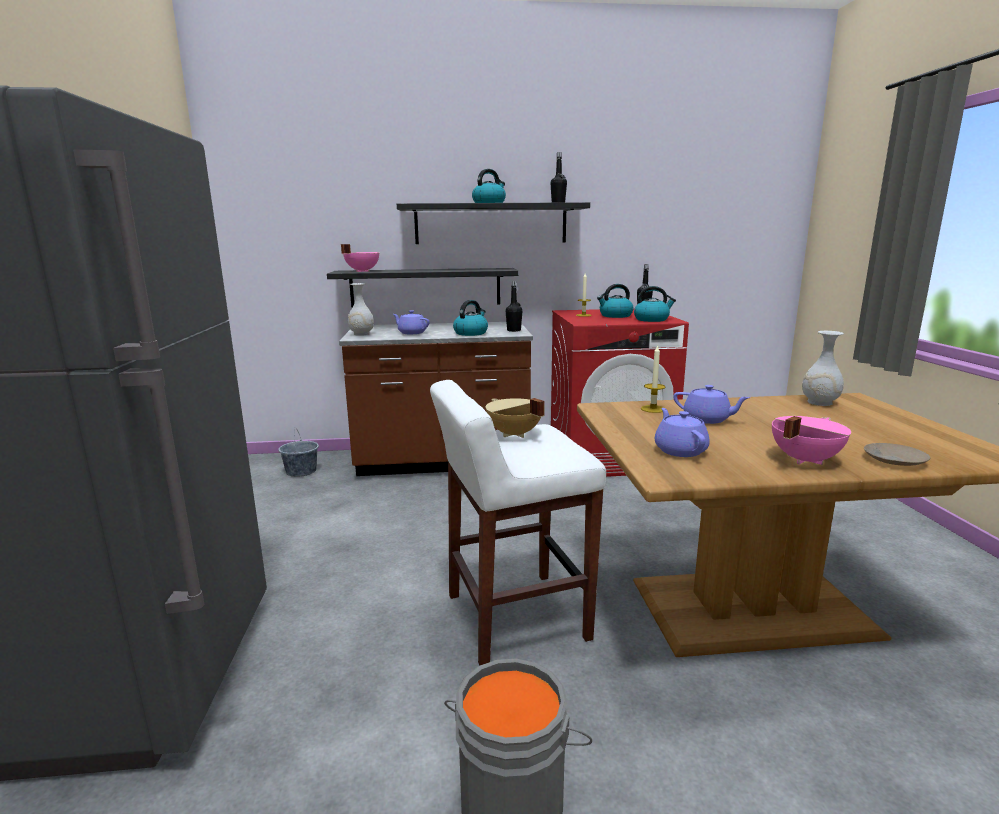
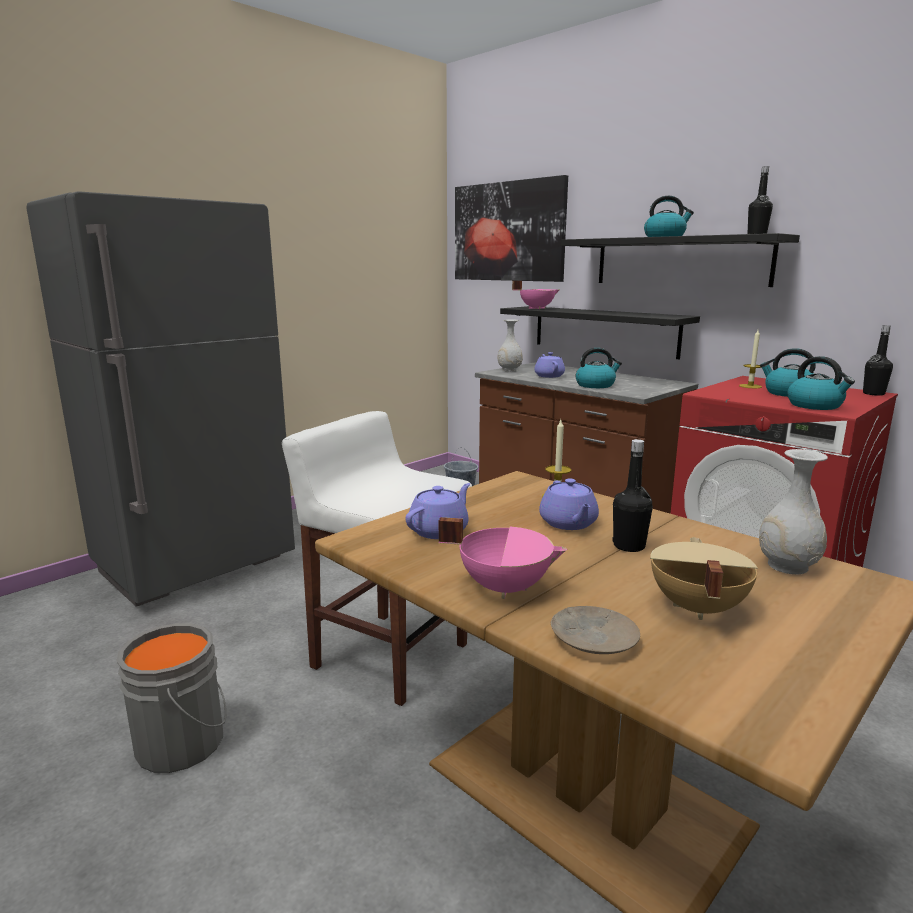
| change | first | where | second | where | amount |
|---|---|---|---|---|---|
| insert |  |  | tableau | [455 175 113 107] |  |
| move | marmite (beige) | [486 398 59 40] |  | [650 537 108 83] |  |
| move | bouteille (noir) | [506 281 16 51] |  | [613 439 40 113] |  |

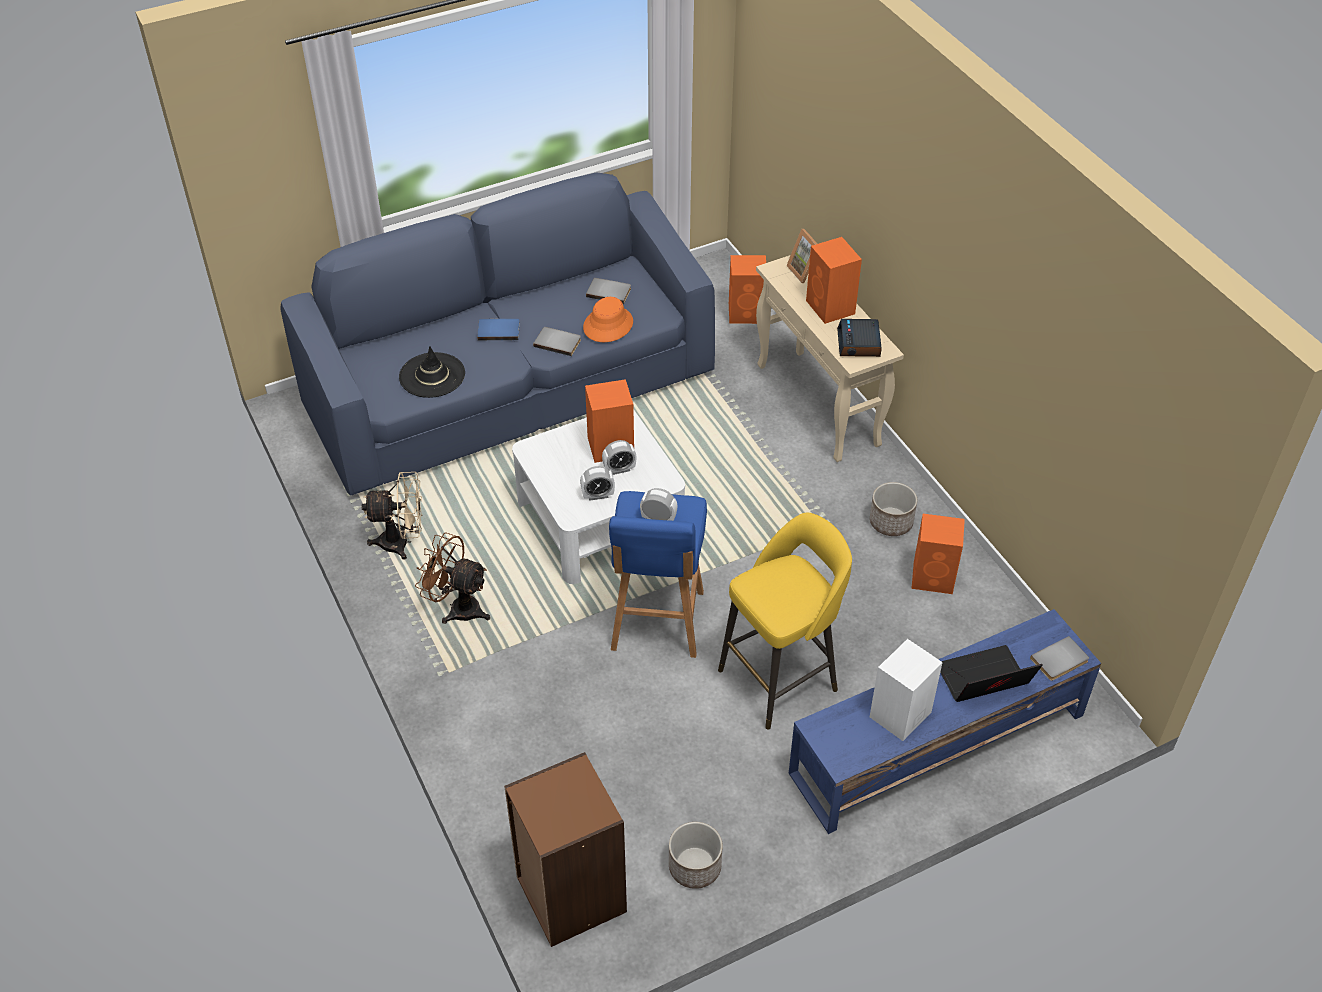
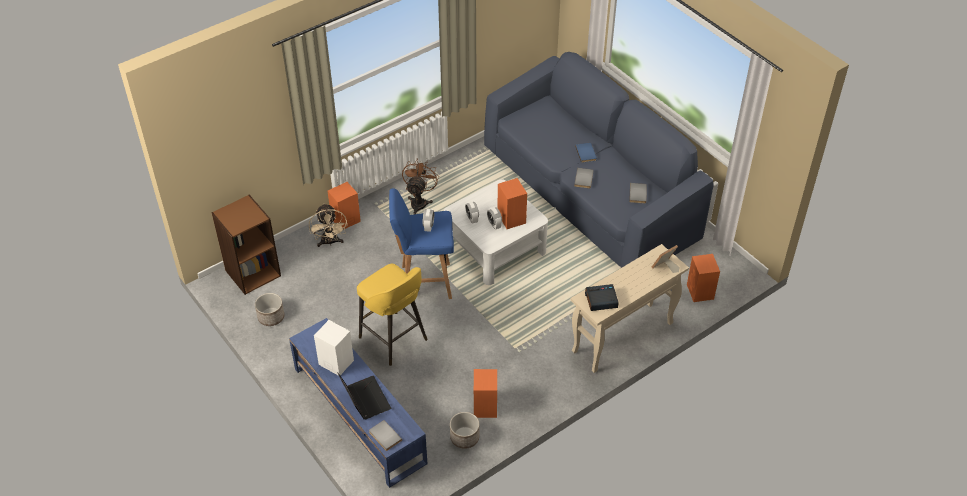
| change | first | where | second | where | amount |
|---|---|---|---|---|---|
| delete | chapeau (noir) | [399 346 66 52] |  |  |  |
| delete | chapeau (orange) | [583 297 50 45] |  |  |  |
| move | ventilateur (beige) | [362 472 60 88] |  | [309 203 38 44] |  |
| move | enceinte (orange) | [806 237 56 87] |  | [327 182 34 48] |  |
| move | cache-pot | [870 482 47 54] |  | [450 412 29 37] |  |

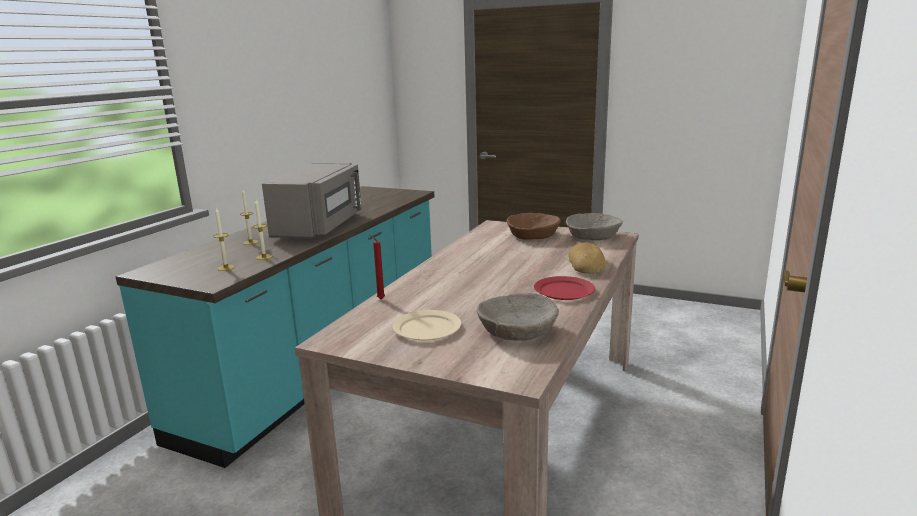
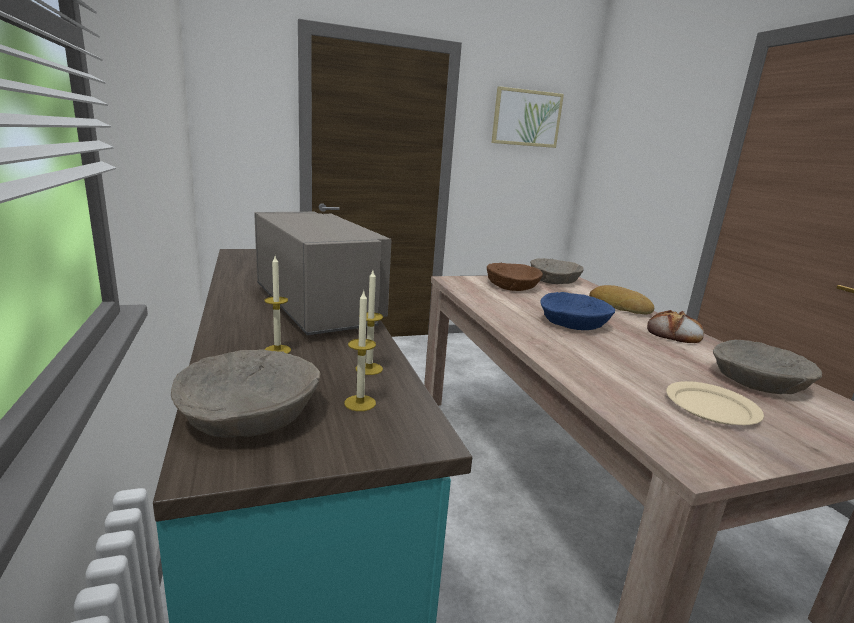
| change | first | where | second | where | amount |
|---|---|---|---|---|---|
| delete | bougie (rouge) | [369 235 16 64] |  |  |  |
| insert |  |  | bol (beige) | [171 349 149 88] |  |
| insert |  |  | tableau | [491 86 73 62] |  |
| insert |  |  | bol (bleu) | [540 292 75 38] |  |
| replace | assiette (rouge) | [534 276 61 24] | pain | [647 310 57 33] |  |

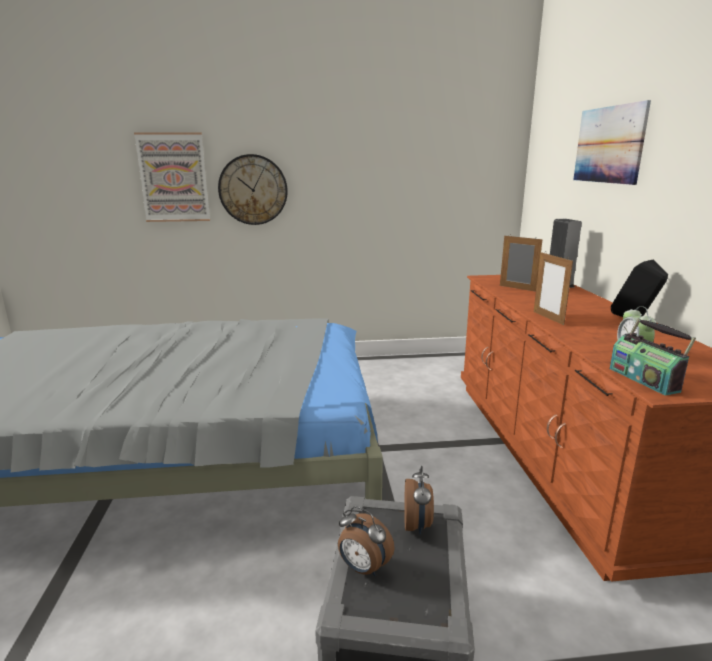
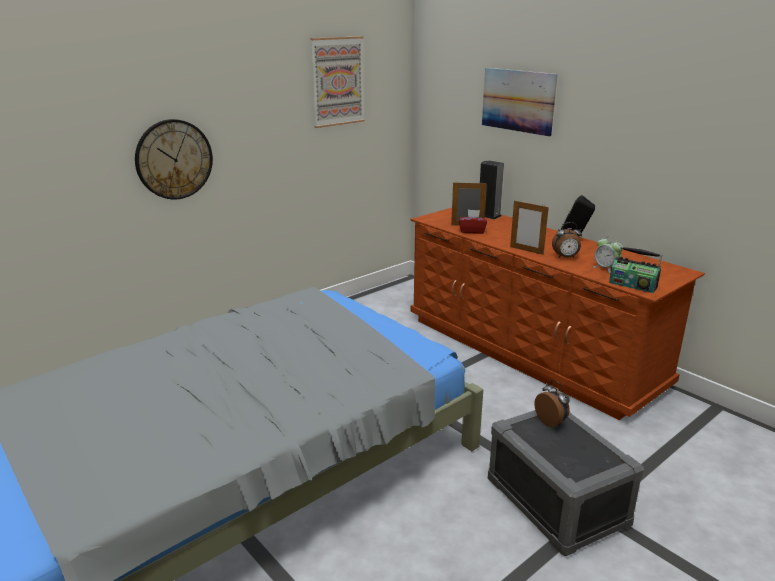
| change | first | where | second | where | amount |
|---|---|---|---|---|---|
| insert |  |  | boîte à mouchoirs (rouge) | [459 210 28 24] |  |
| move | tableau | [134 132 76 90] |  | [310 36 55 92] |  |
| move | réveil | [338 506 57 70] |  | [552 222 30 36] |  |

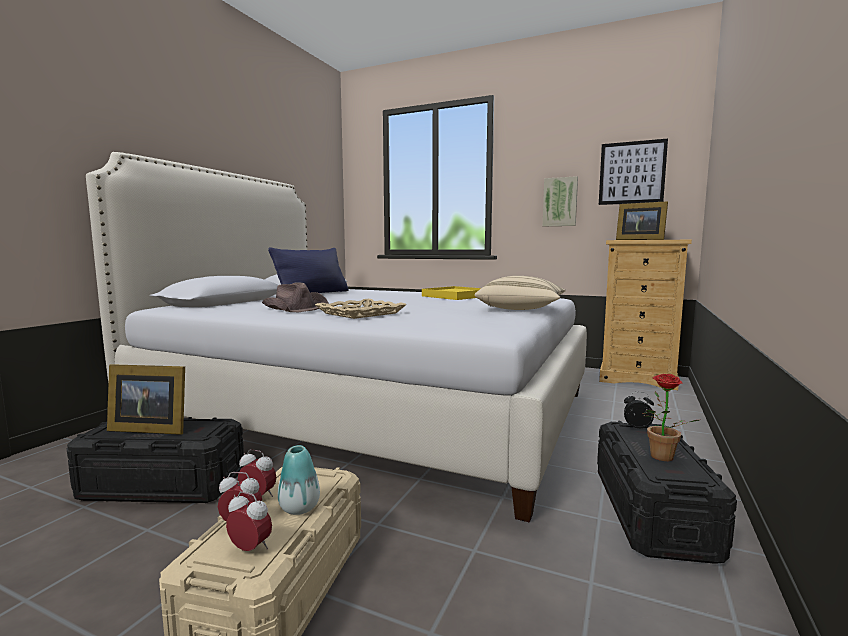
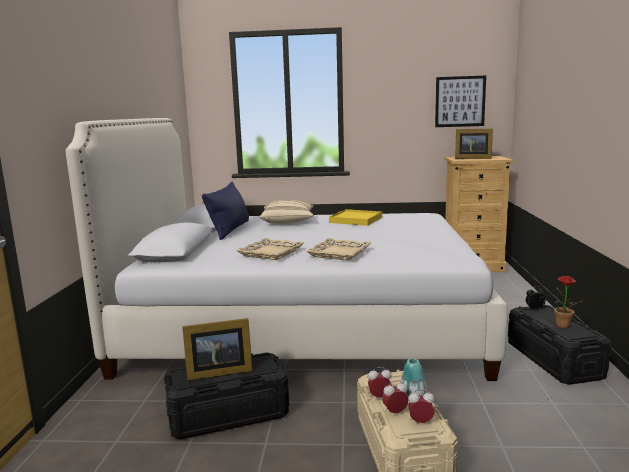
| change | first | where | second | where | amount |
|---|---|---|---|---|---|
| delete | tableau | [543 176 35 50] |  |  |  |
| move | coussin (beige) | [475 276 91 34] |  | [260 200 54 24] |  |
| replace | chapeau (marron) | [262 282 67 31] | plateau (beige) | [236 238 69 22] |  |

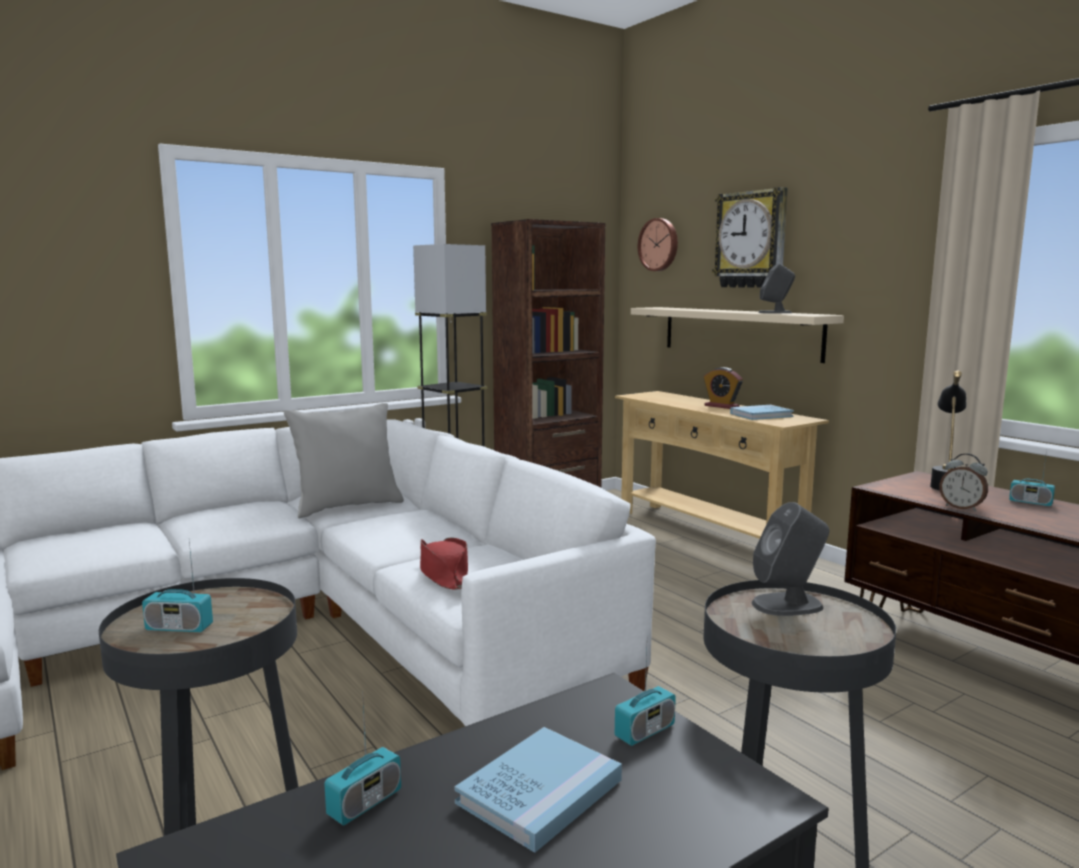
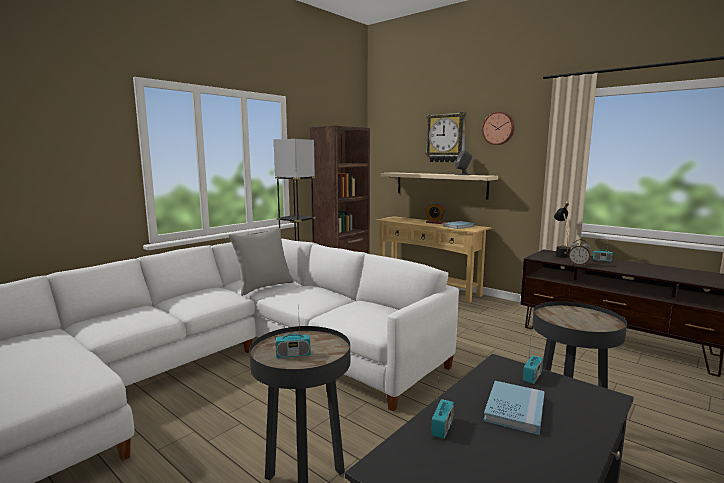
| change | first | where | second | where | amount |
|---|---|---|---|---|---|
| delete | chapeau (rouge) | [420 538 48 52] |  |  |  |
| delete | enceinte (gris) | [752 502 77 114] |  |  |  |
| move | horloge murale | [638 218 40 53] |  | [482 112 33 33] |  |

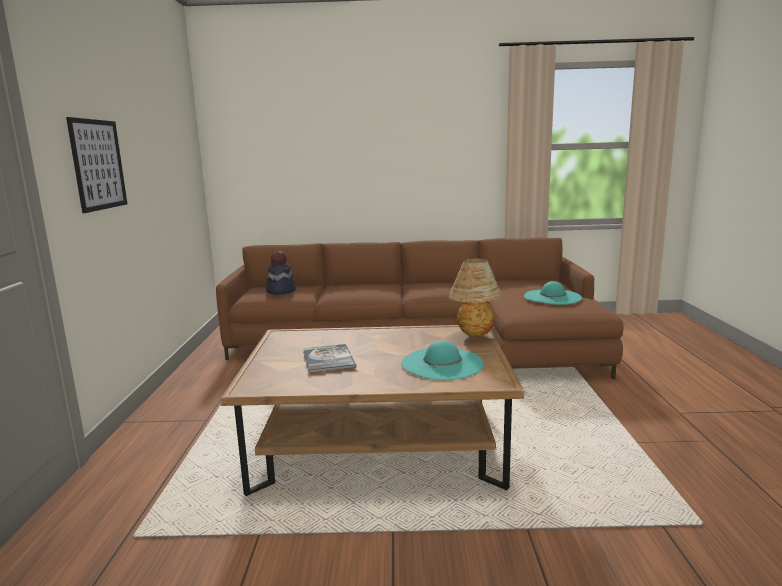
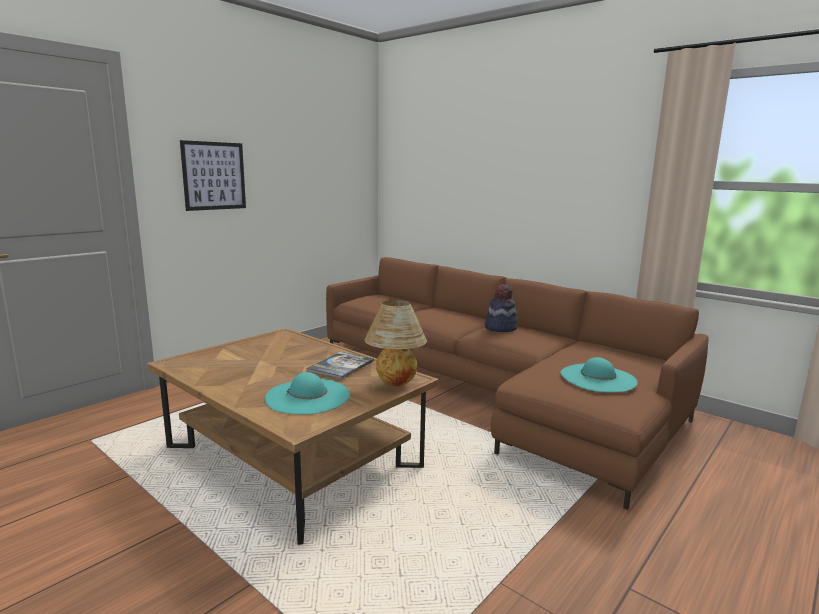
| change | first | where | second | where | amount |
|---|---|---|---|---|---|
| move | chapeau | [266 251 30 44] |  | [485 284 33 48] |  |
| move | livre | [303 344 53 29] |  | [306 352 68 27] |  |

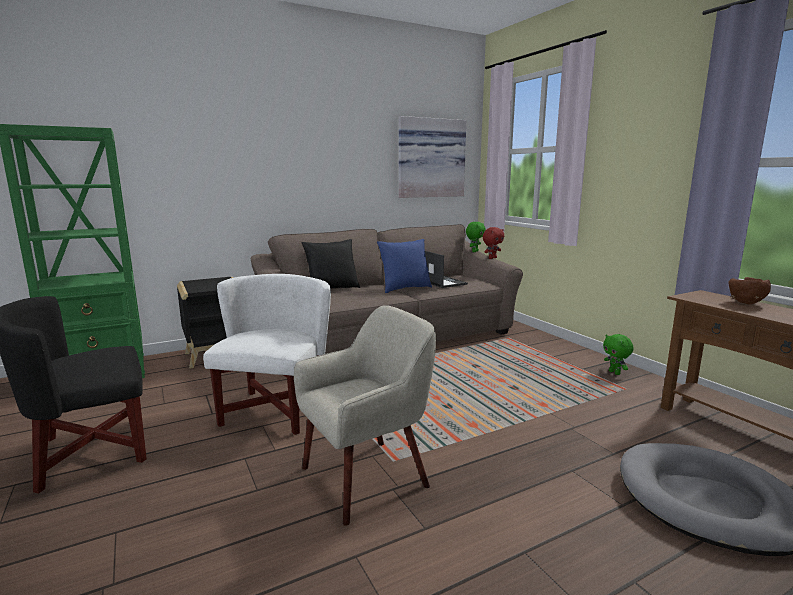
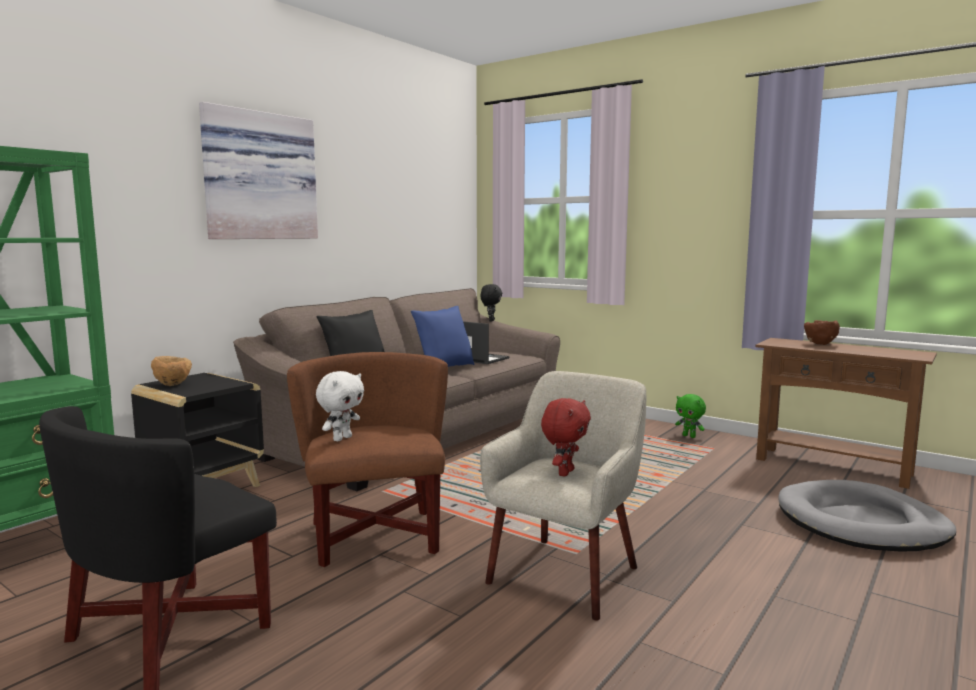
| change | first | where | second | where | amount |
|---|---|---|---|---|---|
| insert |  |  | bol (marron) | [151 356 41 30] |  |
| insert |  |  | peluche (blanc) | [316 371 48 70] |  |
| move | tableau | [399 116 68 82] |  | [199 102 119 137] |  |
| move | peluche (rouge) | [483 227 21 32] |  | [541 398 50 79] |  |
| recolor | fauteuil (blanc) | [203 274 128 161] | fauteuil (marron) | [287 352 161 215] |  |
| recolor | peluche (vert) | [466 222 20 30] | peluche (noir) | [481 284 21 38] |  |

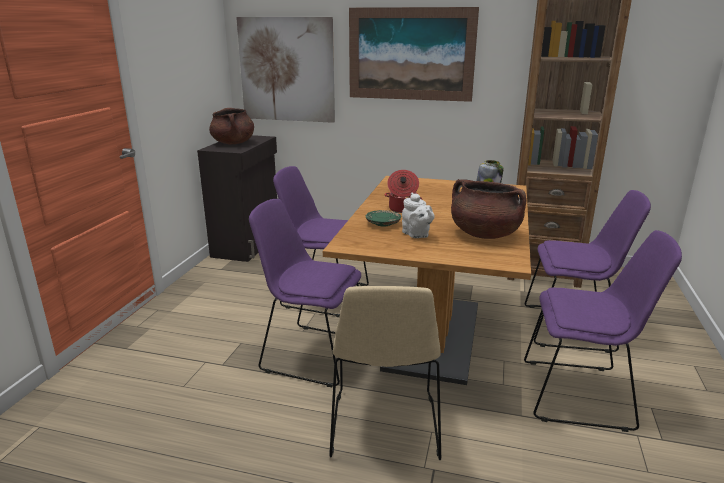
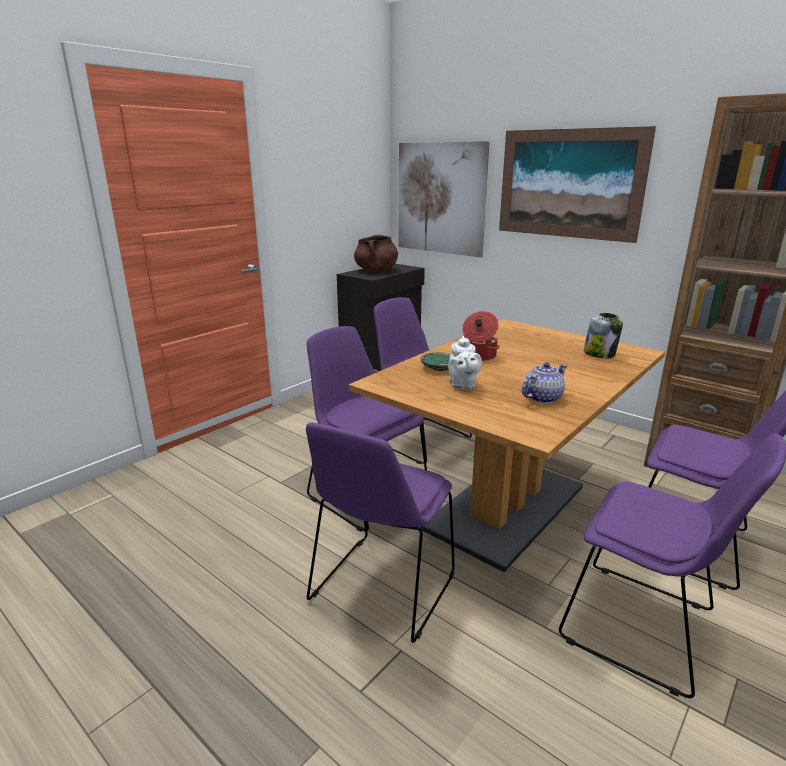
| change | first | where | second | where | amount |
|---|---|---|---|---|---|
| replace | marmite (marron) | [451 179 76 60] | théière | [522 362 45 41] |  |
| recolor | chaise (beige) | [330 286 111 174] | chaise (violet) | [306 422 149 221] |  |

